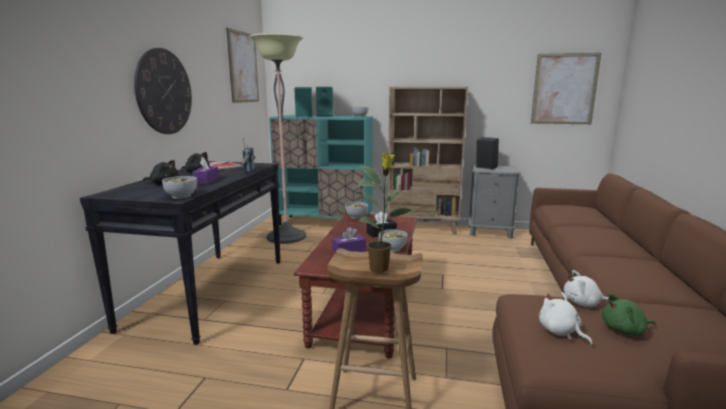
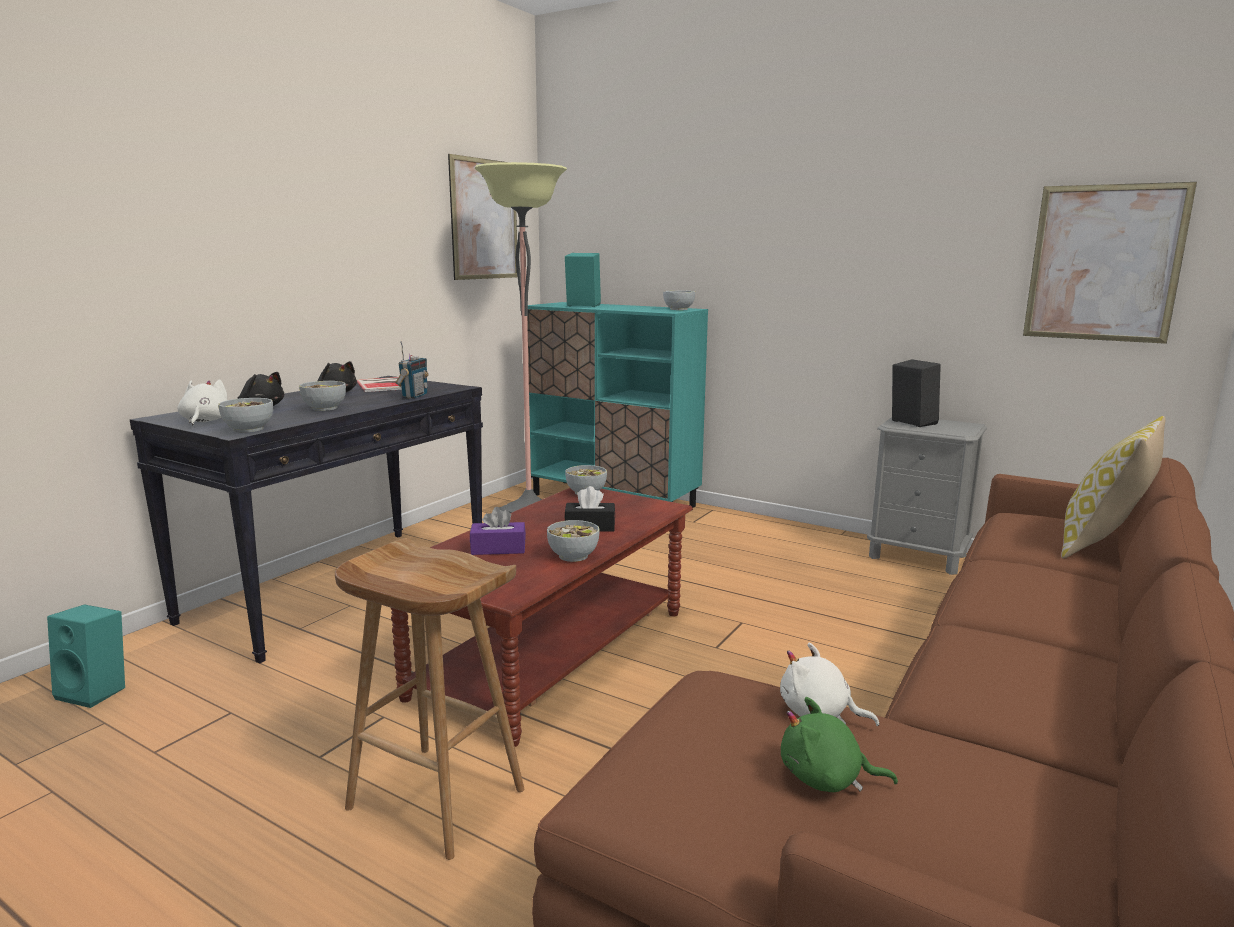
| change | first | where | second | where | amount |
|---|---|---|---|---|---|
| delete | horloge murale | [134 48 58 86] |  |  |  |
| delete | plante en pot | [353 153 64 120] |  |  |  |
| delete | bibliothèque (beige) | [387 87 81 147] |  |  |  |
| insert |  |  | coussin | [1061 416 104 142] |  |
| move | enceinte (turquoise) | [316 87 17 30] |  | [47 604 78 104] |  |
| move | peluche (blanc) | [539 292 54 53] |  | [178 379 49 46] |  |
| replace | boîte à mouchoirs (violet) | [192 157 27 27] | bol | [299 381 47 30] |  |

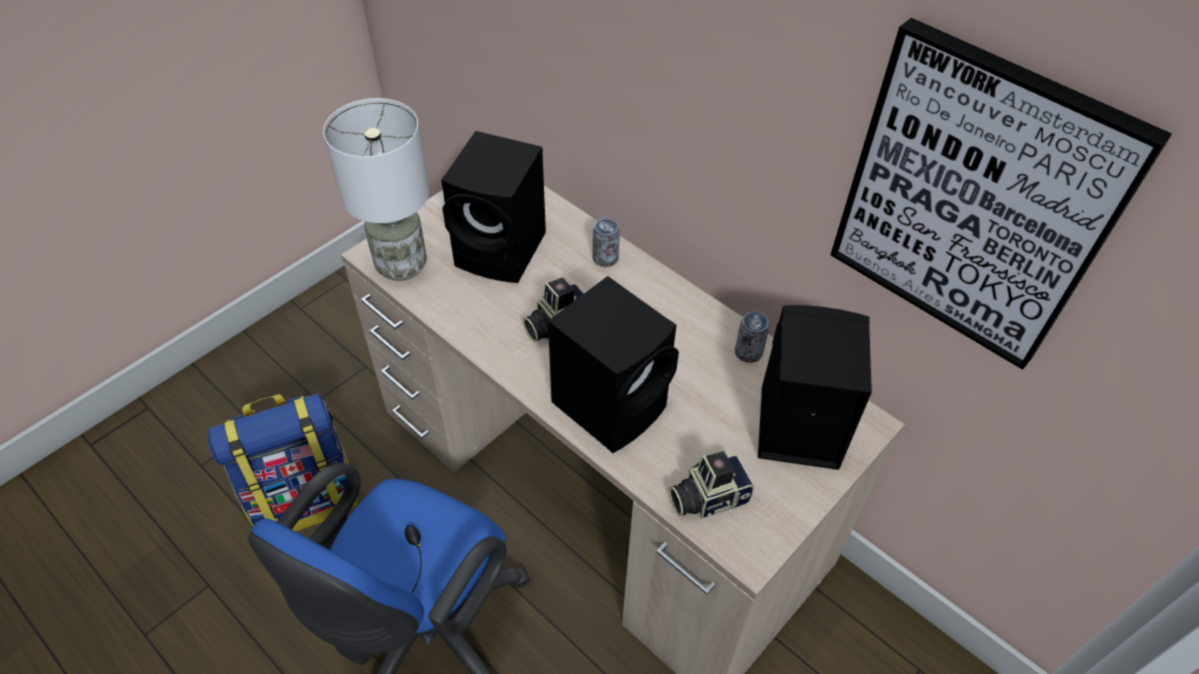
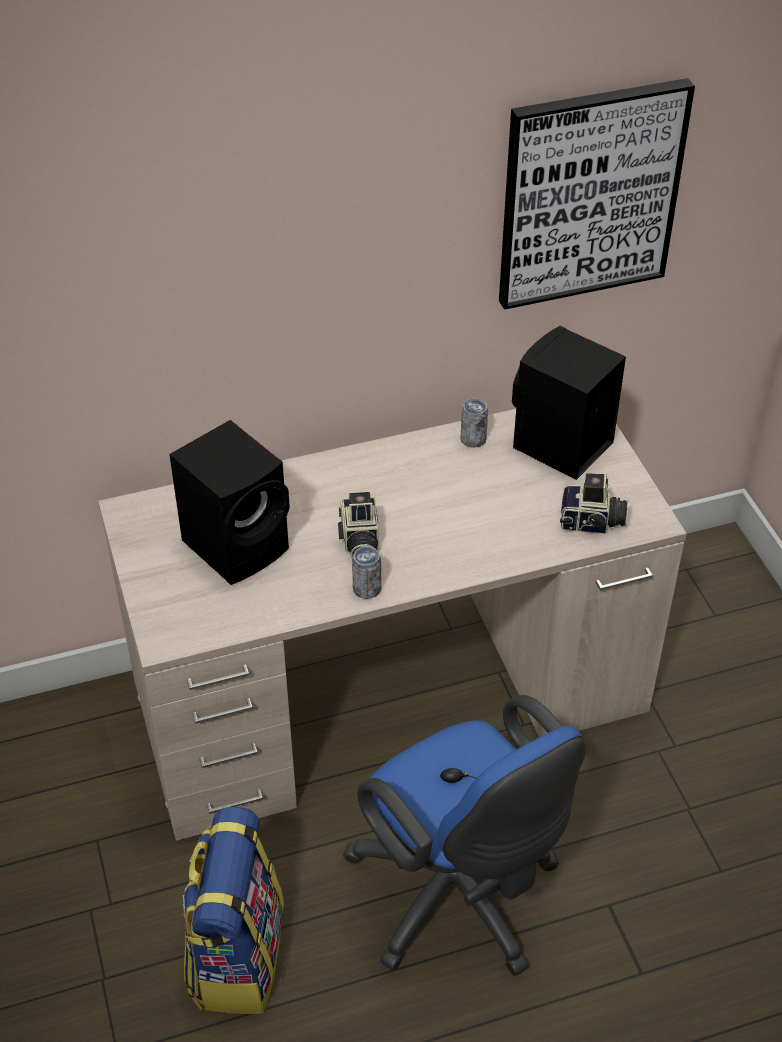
| change | first | where | second | where | amount |
|---|---|---|---|---|---|
| delete | lampe de table (blanc) | [323 98 106 183] |  |  |  |
| delete | enceinte (noir) | [548 276 131 177] |  |  |  |
| move | boîte métallique | [593 218 27 49] |  | [352 546 29 53] |  |
| rotate | appareil photo | [669 451 85 68] |  | [560 472 69 62] | 90 degrees counterclockwise |

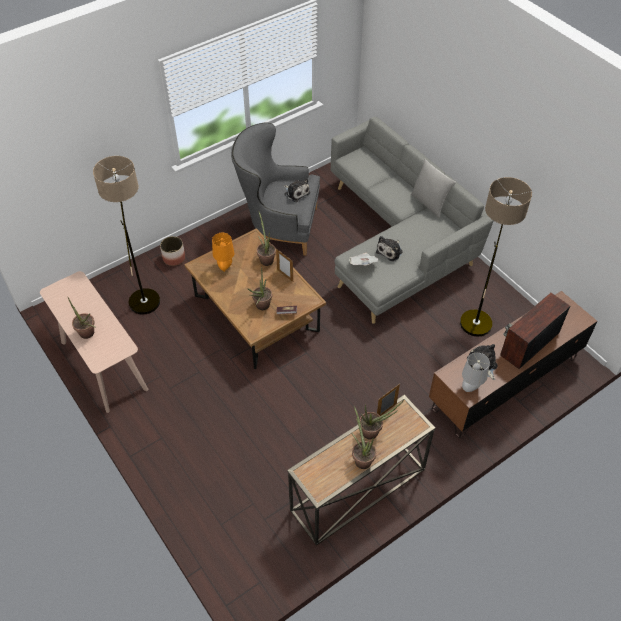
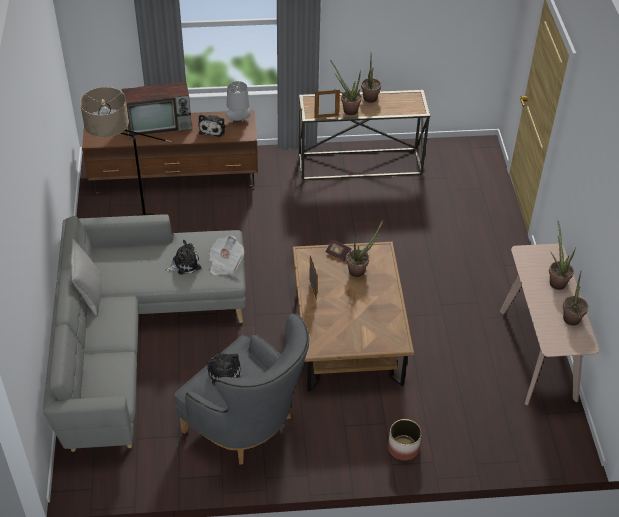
| change | first | where | second | where | amount |
|---|---|---|---|---|---|
| delete | lampadaire | [93 156 67 158] |  |  |  |
| delete | lampe de table (orange) | [212 233 22 39] |  |  |  |
| move | plante en pot | [257 210 19 56] |  | [563 272 25 53] |  |

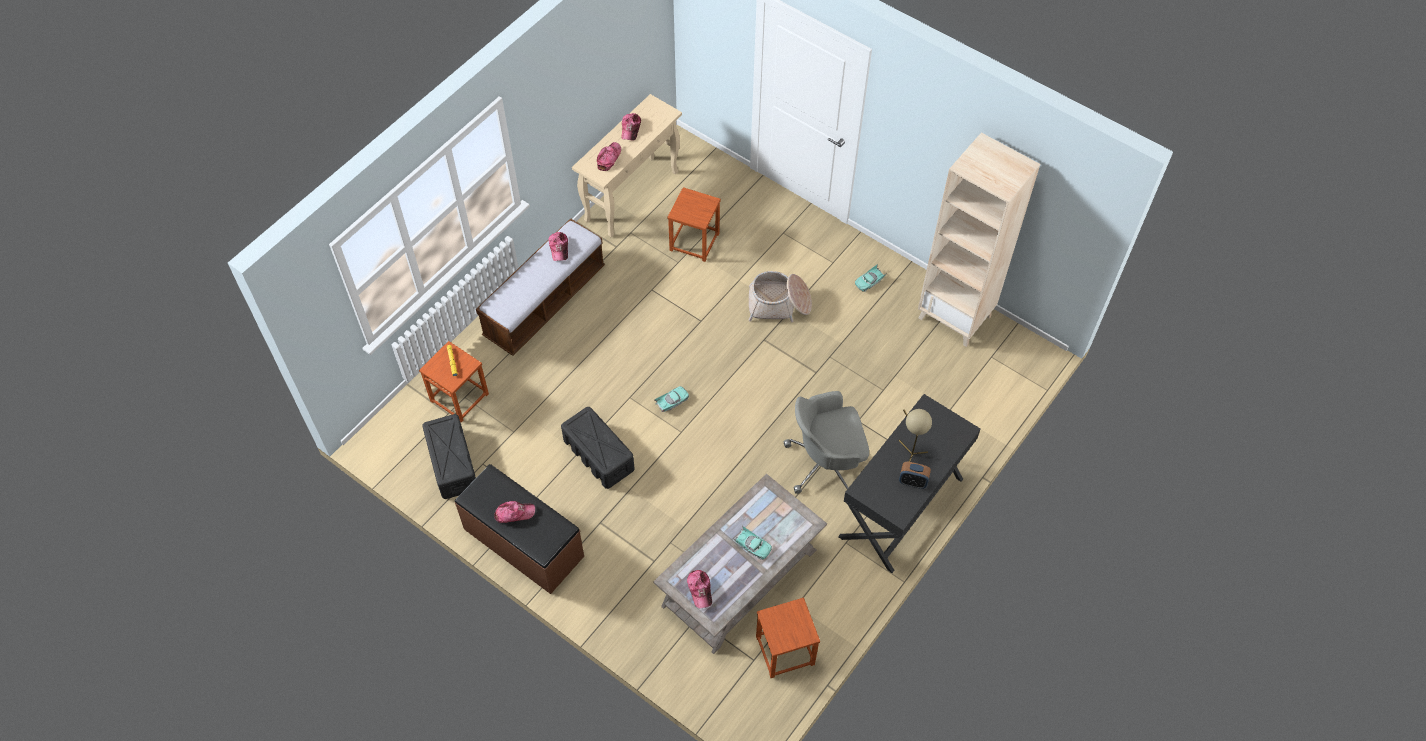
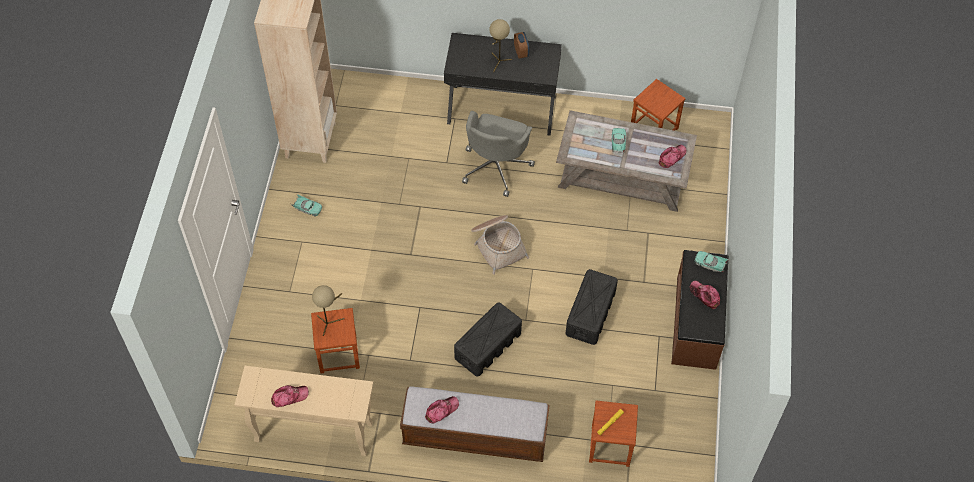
| change | first | where | second | where | amount |
|---|---|---|---|---|---|
| delete | casquette | [597 142 24 29] |  |  |  |
| insert |  |  | lampe de table (beige) | [312 285 32 51] |  |
| move | boîte de rangement (noir) | [422 414 54 85] |  | [454 302 68 75] |  |
| move | petite voiture (turquoise) | [654 386 35 26] |  | [694 251 35 21] |  |
| move | panier | [748 271 64 52] |  | [471 215 58 60] |  |
| rotate | chaise de bureau (gris) | [784 391 85 103] |  | [462 111 73 86] | 60 degrees clockwise |

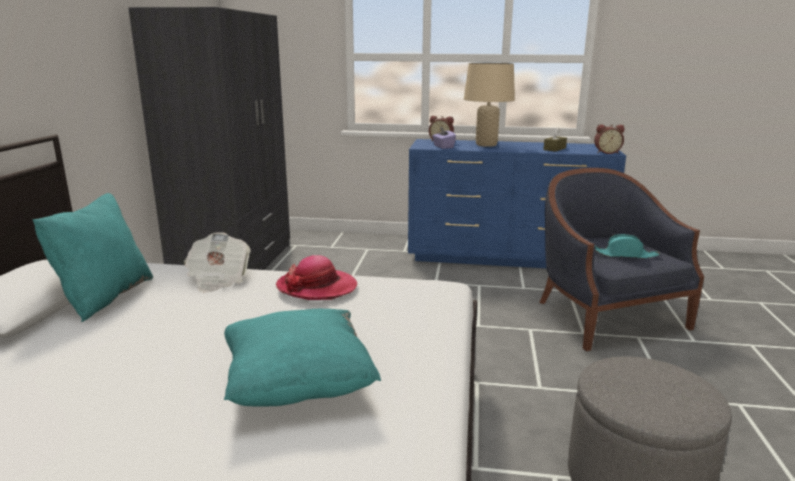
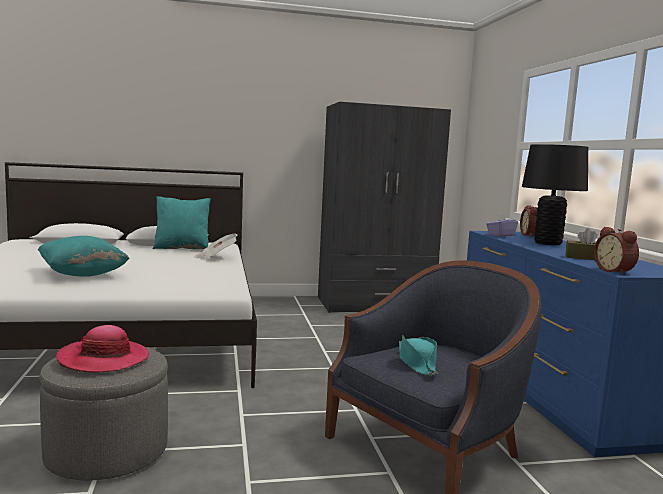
| change | first | where | second | where | amount |
|---|---|---|---|---|---|
| move | chapeau | [276 255 81 45] |  | [56 325 93 48] |  |
| recolor | lampe de table (beige) | [464 63 51 84] | lampe de table (noir) | [522 144 66 101] |  |

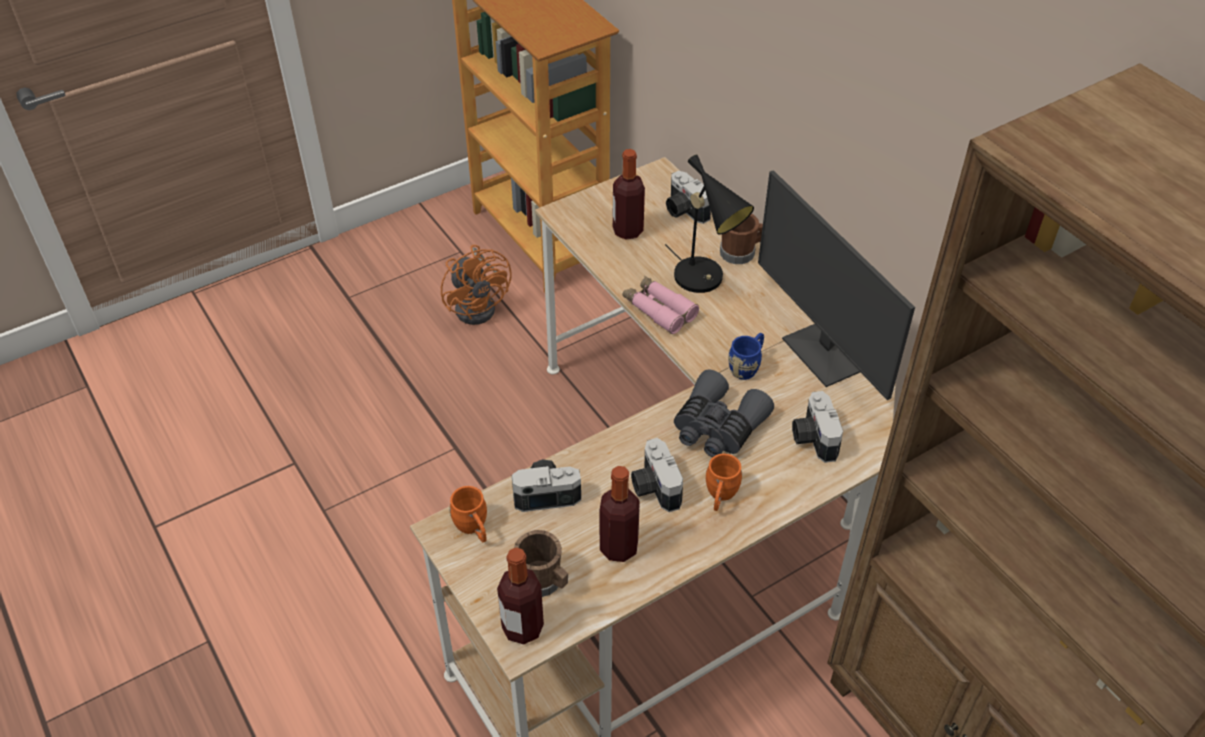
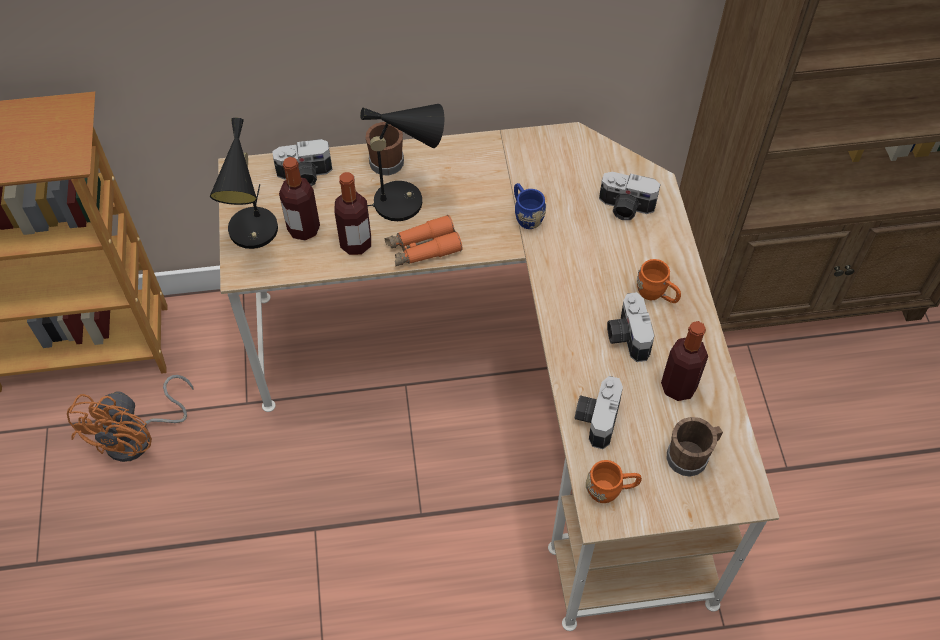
| change | first | where | second | where | amount |
|---|---|---|---|---|---|
| delete | jumelles (gris) | [674 369 100 88] |  |  |  |
| delete | écran d'ordinateur | [758 170 157 230] |  |  |  |
| insert |  |  | lampe de table (noir) | [210 118 68 131] |  |
| move | bouteille | [497 548 47 97] |  | [334 172 37 83] |  |
| recolor | jumelles (rose) | [623 276 76 58] | jumelles (orange) | [385 215 77 52] |  |
| rotate | ventilateur (orange) | [441 245 71 80] |  | [67 375 127 87] | 105 degrees clockwise |
| rotate | appareil photo | [631 438 52 74] |  | [607 292 48 70] | 75 degrees clockwise |

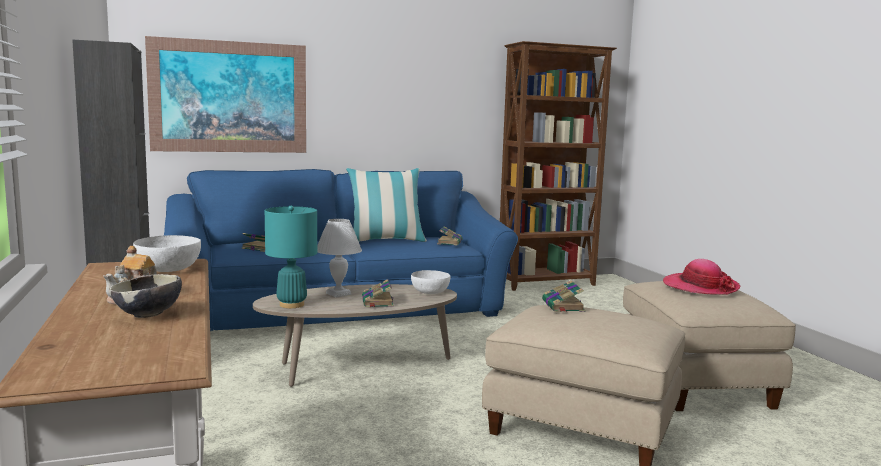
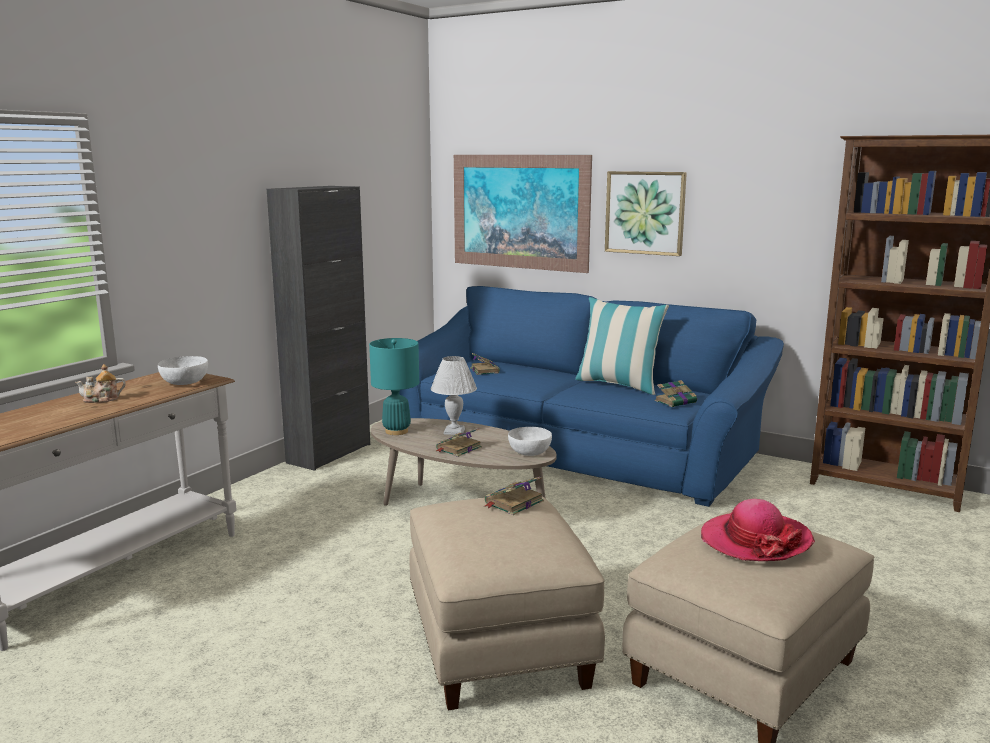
| change | first | where | second | where | amount |
|---|---|---|---|---|---|
| delete | bol | [109 274 73 44] |  |  |  |
| insert |  |  | tableau | [605 171 82 85] |  |

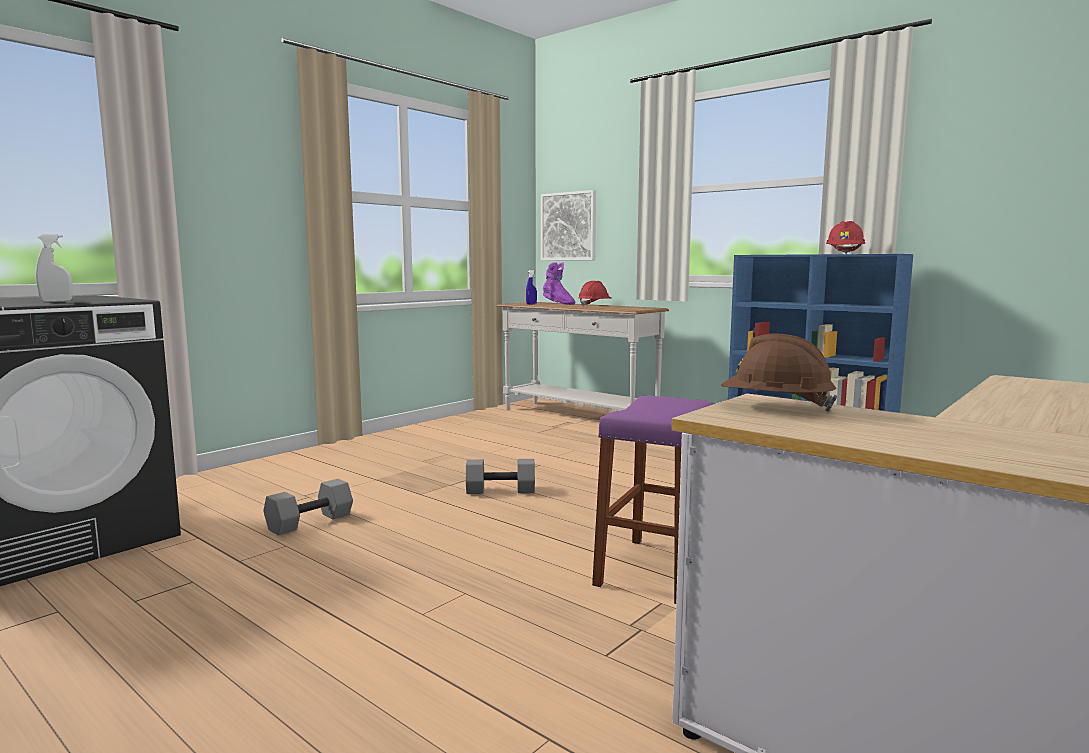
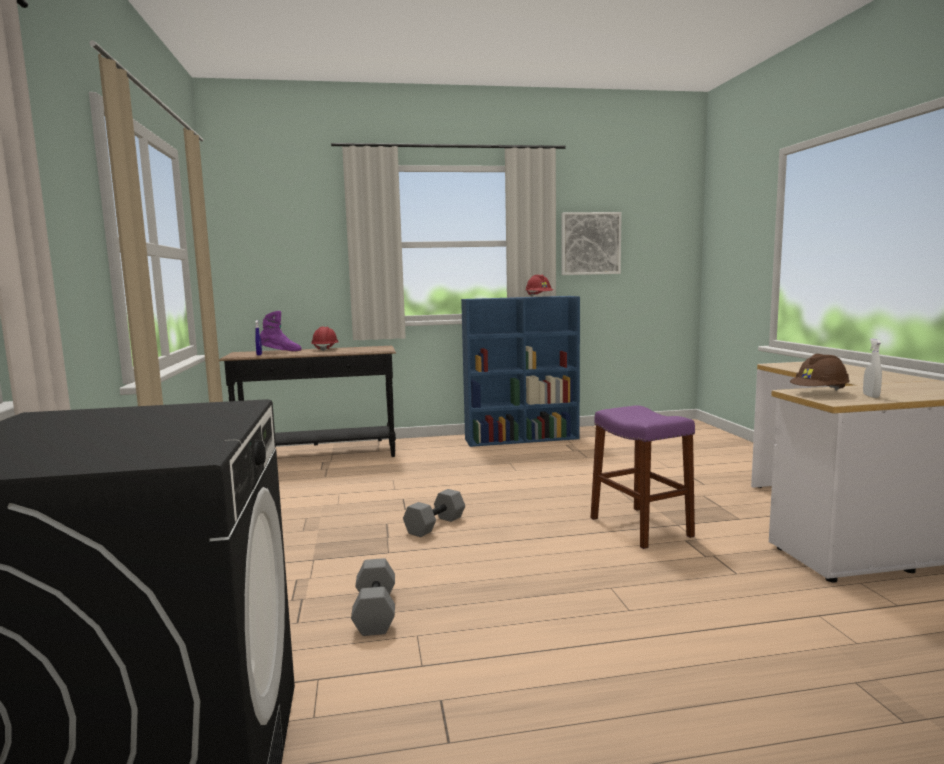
| change | first | where | second | where | amount |
|---|---|---|---|---|---|
| move | vaporisateur (blanc) | [35 234 38 68] |  | [863 338 19 60] |  |
| move | tableau | [541 190 55 70] |  | [562 212 60 63] |  |
| recolor | table console (blanc) | [497 302 172 109] | table console (noir) | [219 346 177 111] |  |

